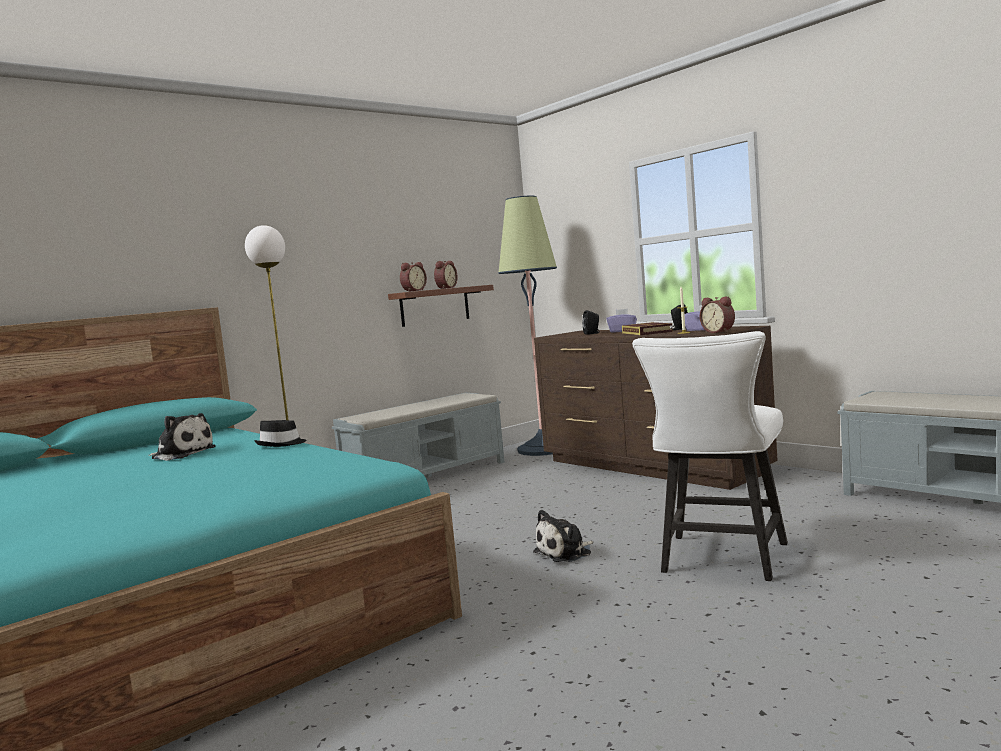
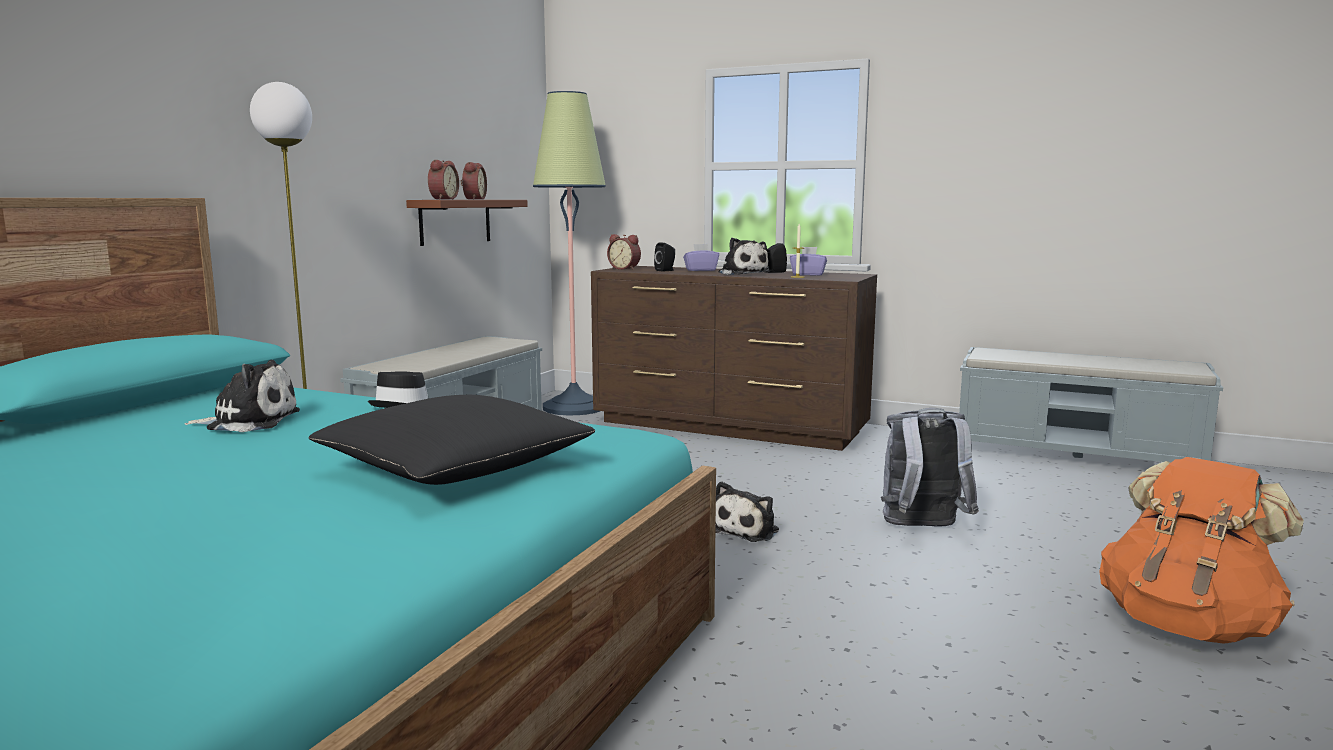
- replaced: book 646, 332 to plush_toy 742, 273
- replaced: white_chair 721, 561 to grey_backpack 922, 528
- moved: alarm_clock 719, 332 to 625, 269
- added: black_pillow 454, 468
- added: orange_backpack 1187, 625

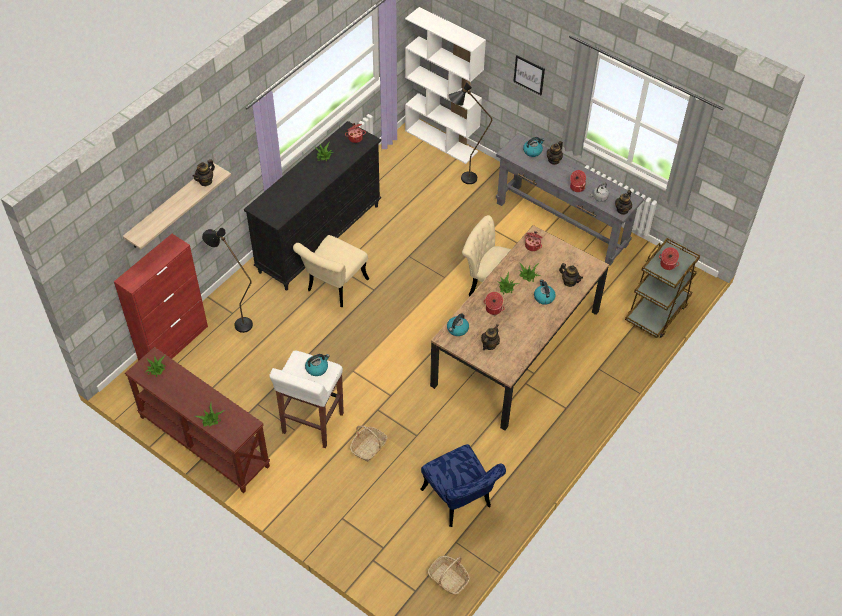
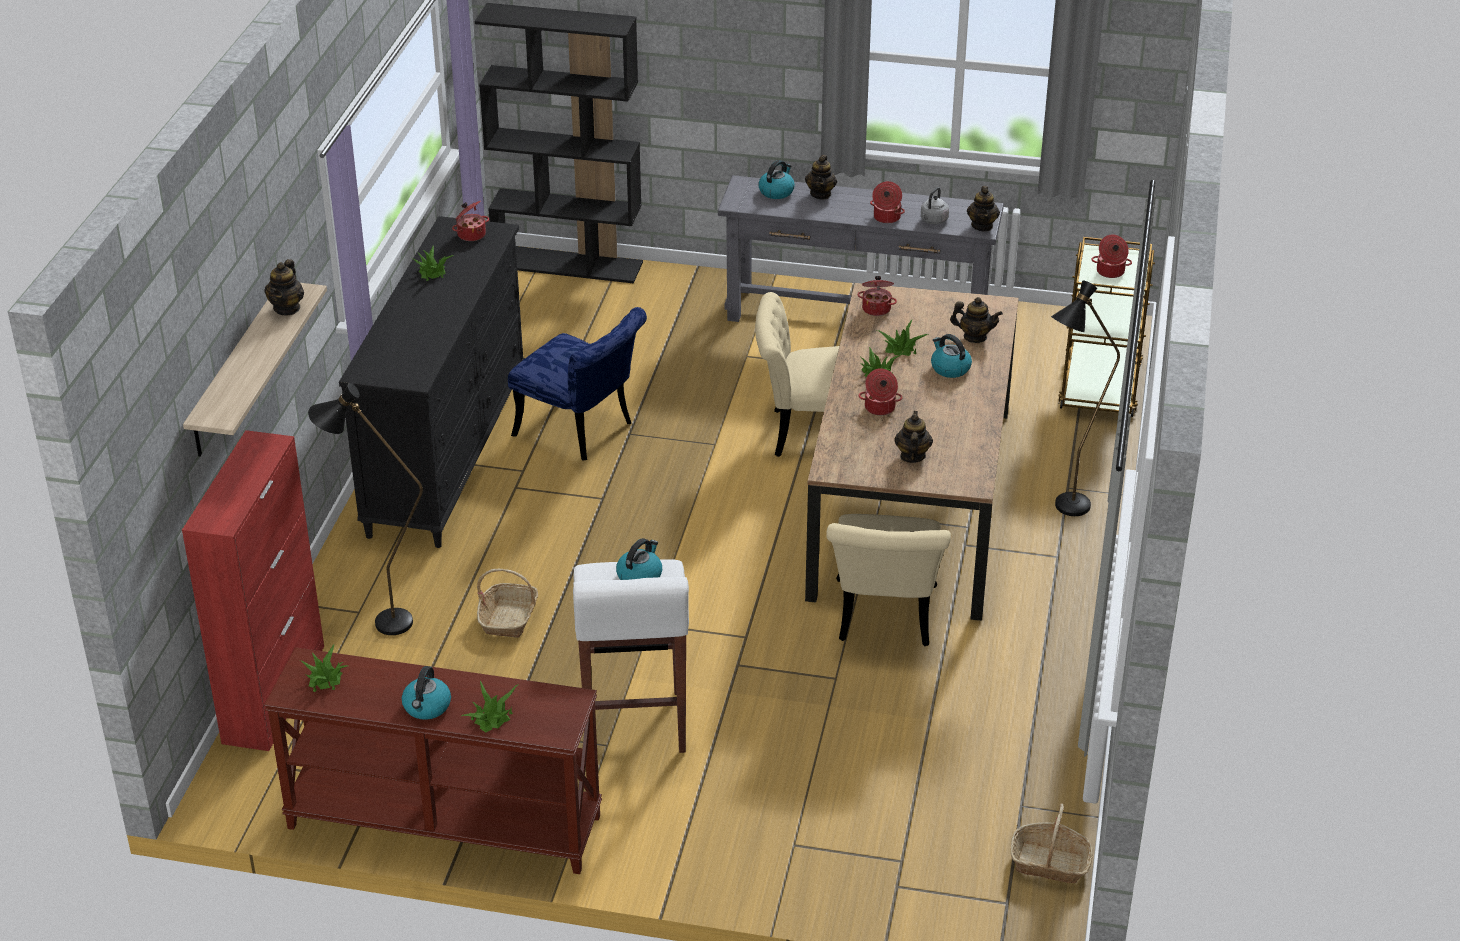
- moved: beige_chair 333, 287 to 884, 620
- moved: basket 369, 447 to 509, 618
- recoloured: white_bookcase 442, 141 to black_bookcase 569, 264
- moved: blue_chair 460, 502 to 582, 432
- moved: kettle 457, 329 to 427, 707
- moved: black_floor_lamp 463, 180 to 1064, 511
- removed: picture 529, 75

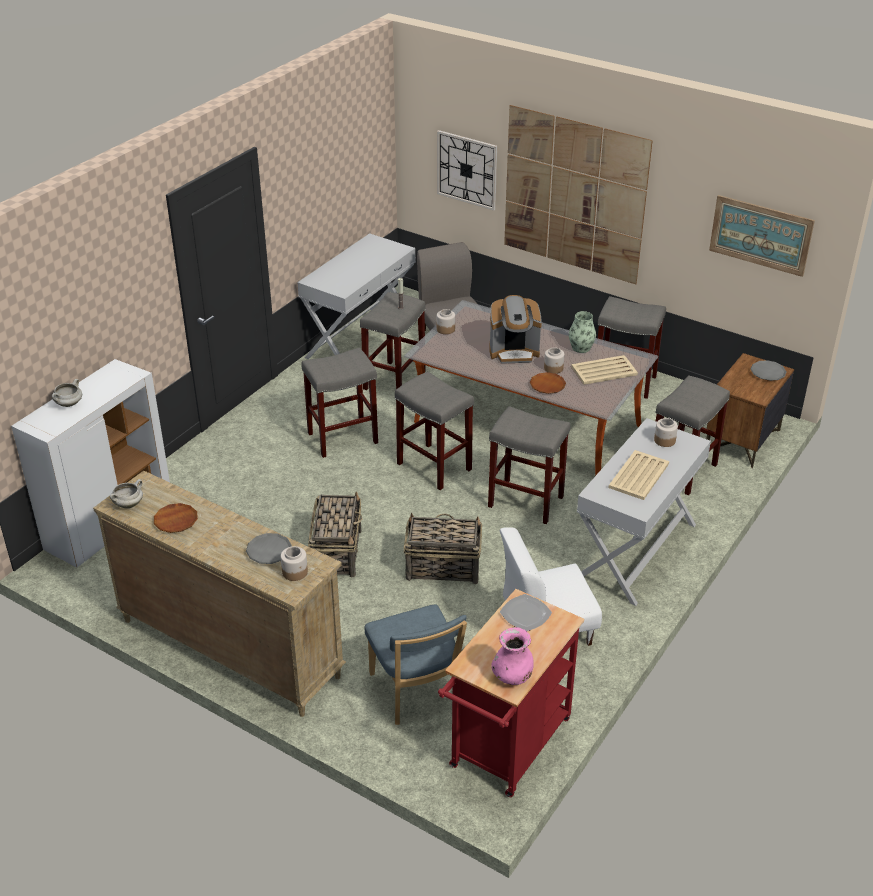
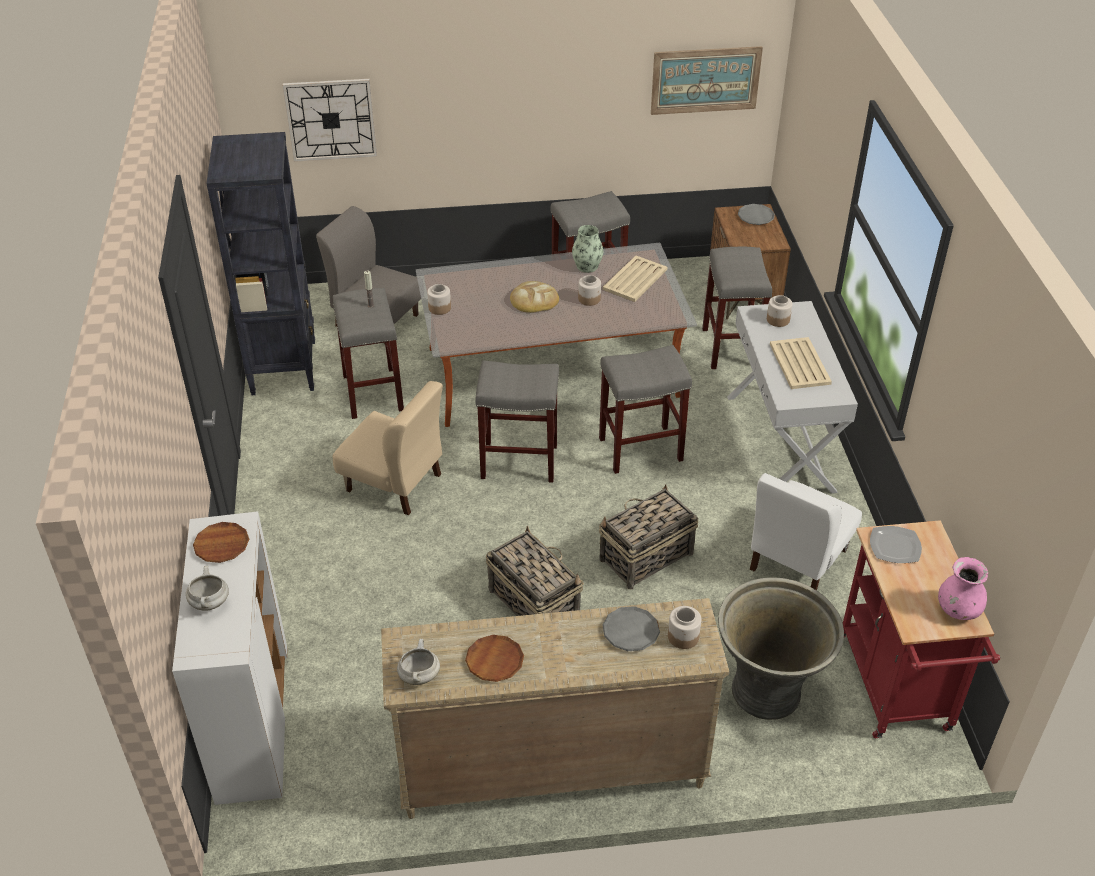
- replaced: white_console_table 360, 340 to black_bookcase 284, 367
- replaced: grey_stool 342, 438 to beige_chair 394, 483
- replaced: blue_chair 416, 693 to grey_planter 768, 692
- replaced: coffee_machine 514, 352 to bread 534, 300
- removed: picture 574, 195
- moved: brown_plate 547, 385 to 222, 545

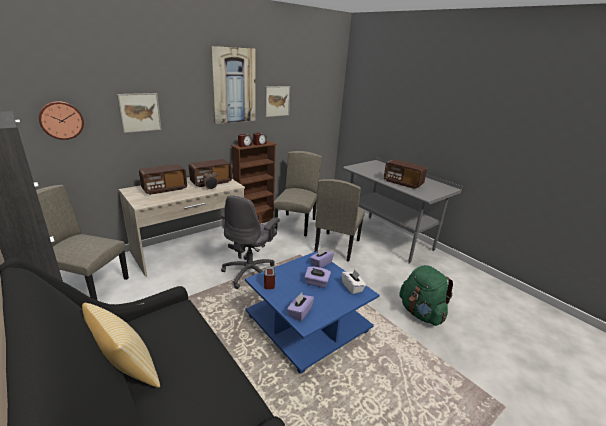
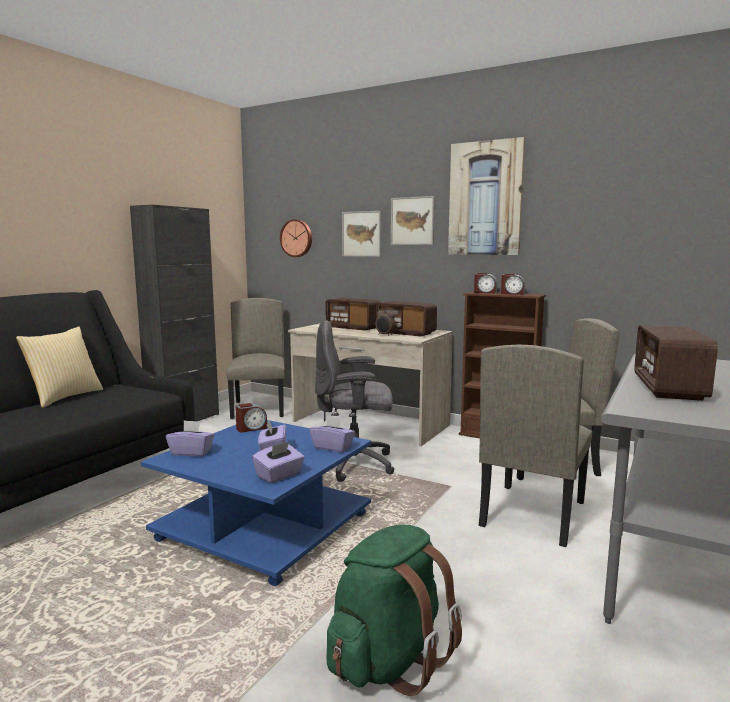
- moved: picture 277, 101 to 412, 221
- turned: beige_chair 336, 246 = 531, 513 60 degrees counterclockwise
- recoloured: white_tissue_box 352, 287 to purple_tissue_box 279, 476

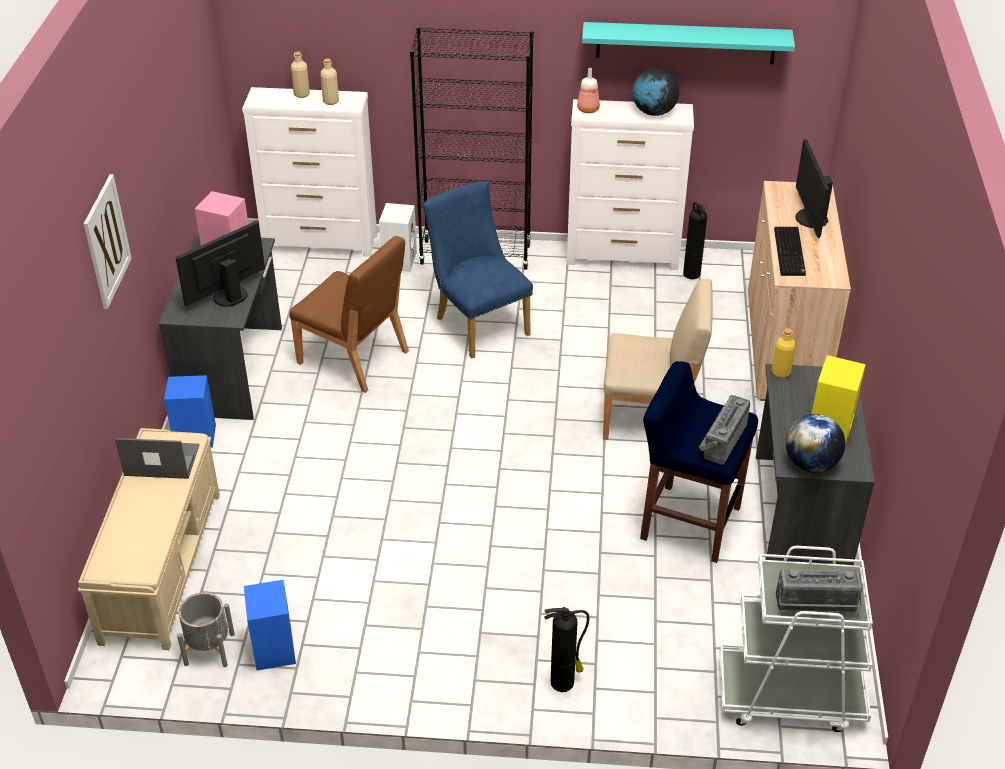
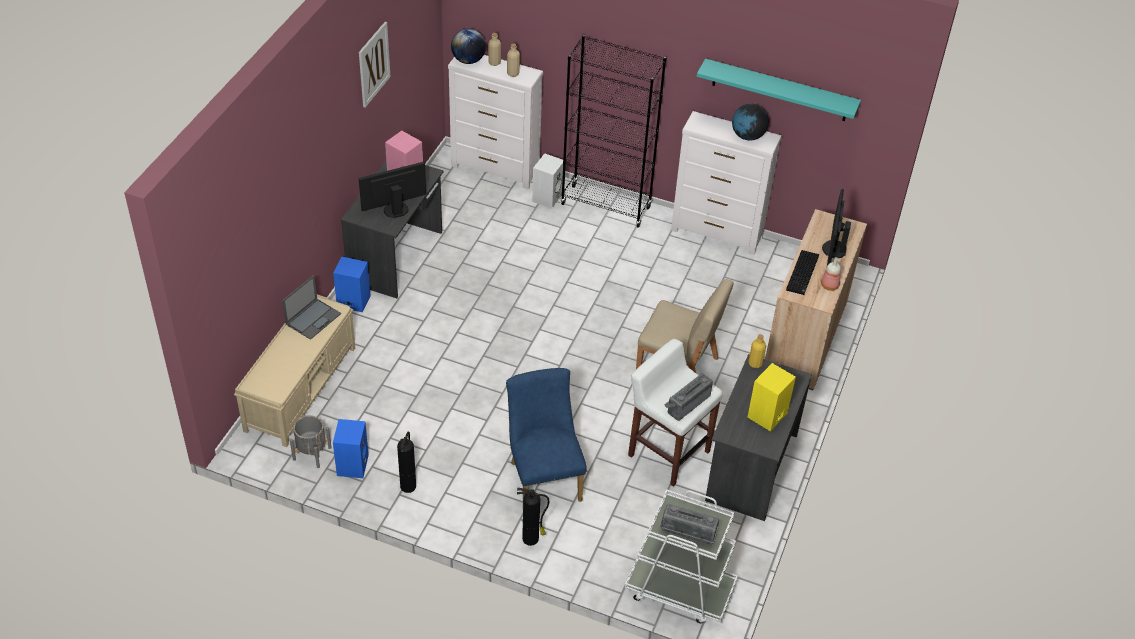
- moved: picture 106, 241 to 373, 64
- turned: laptop 161, 460 = 313, 318 105 degrees clockwise
- removed: brown_chair 354, 358
- moved: blue_chair 478, 323 to 543, 477
- moved: bottle 587, 109 to 829, 285
- recoloured: blue_stool 688, 522 to white_stool 667, 452
- moved: fire_extinguisher 691, 273 to 408, 485
- moved: globe 811, 464 to 468, 60

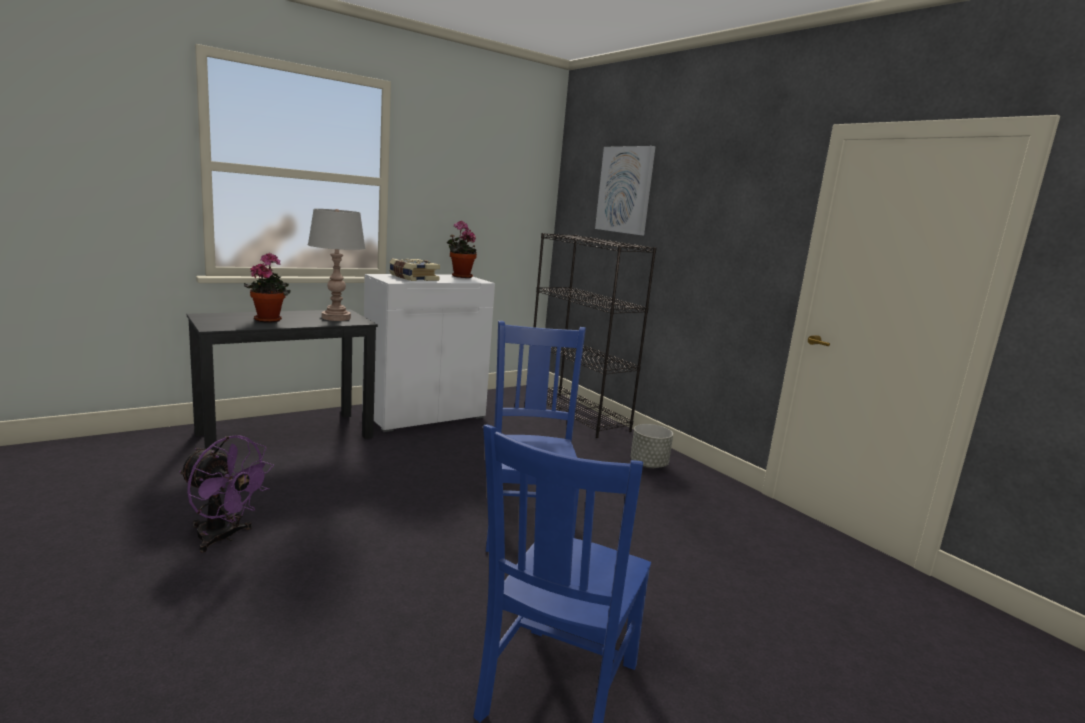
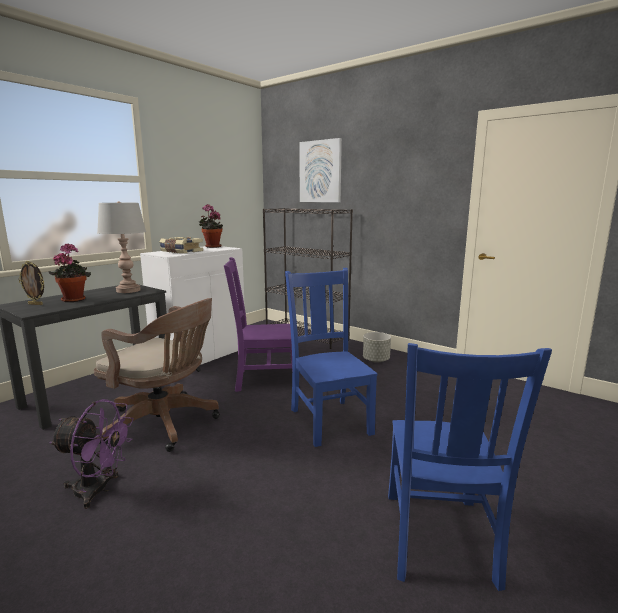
- added: picture_frame 36, 304
- added: brown_office_chair 165, 424
- added: purple_chair 264, 380

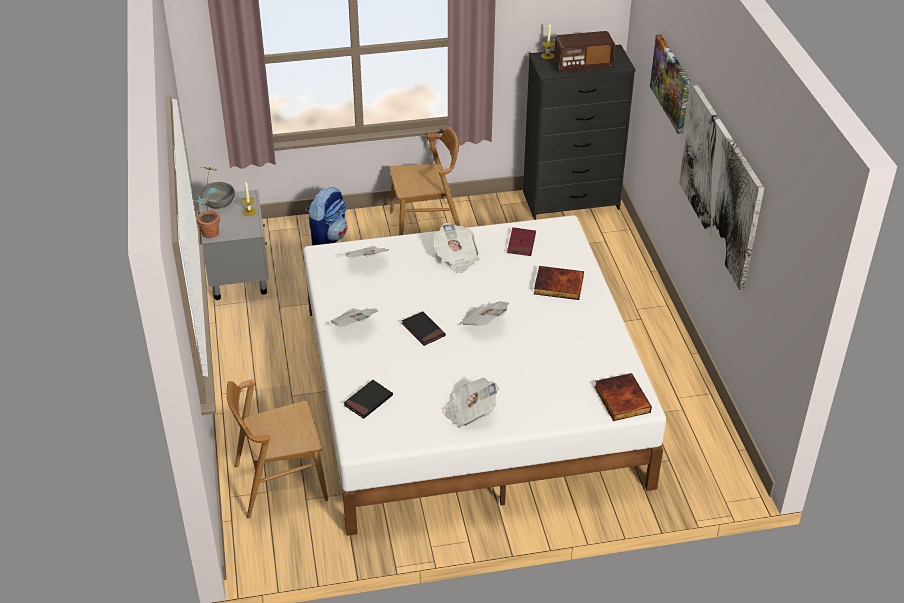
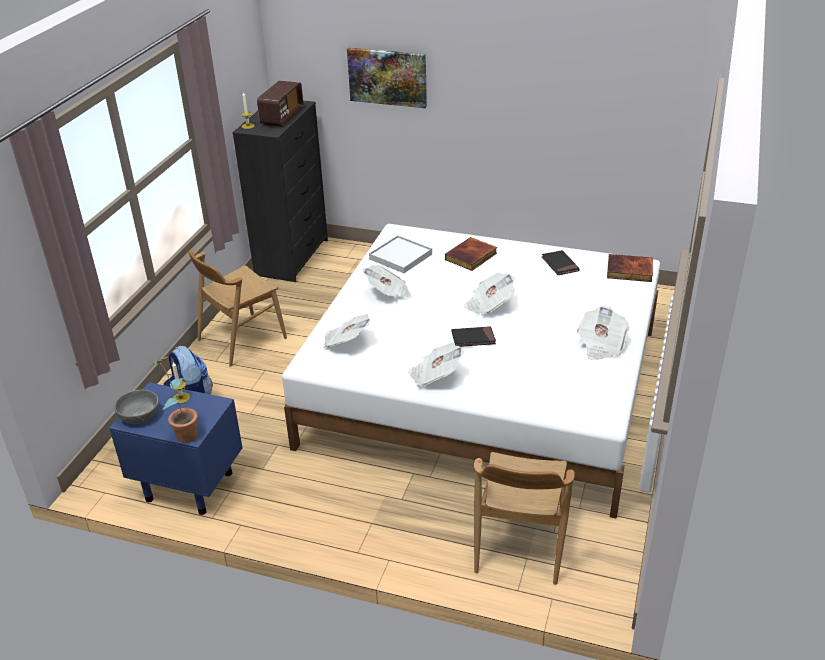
- recoloured: grey_nightstand 239, 279 to blue_nightstand 188, 486
- moved: black_book 368, 401 to 560, 264
- turned: brown_chair 426, 226 = 241, 339 150 degrees counterclockwise
- replaced: red_book 521, 243 to white_tray 400, 257
- removed: picture 720, 185

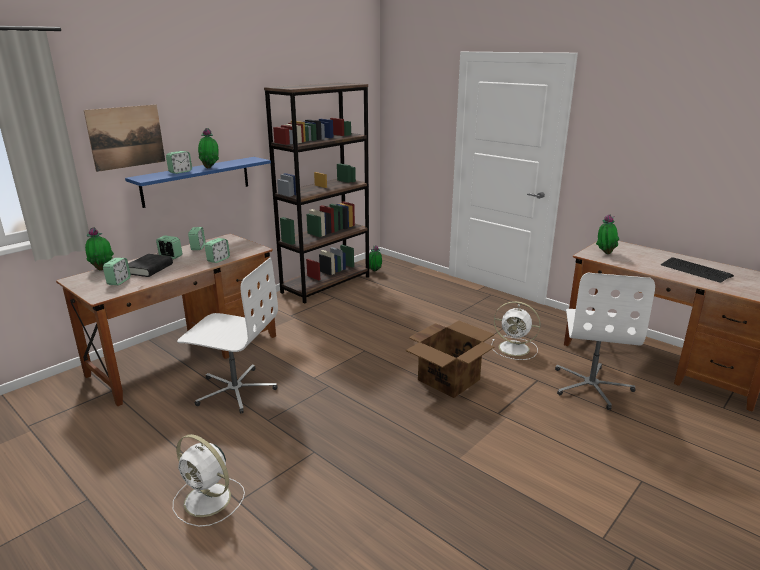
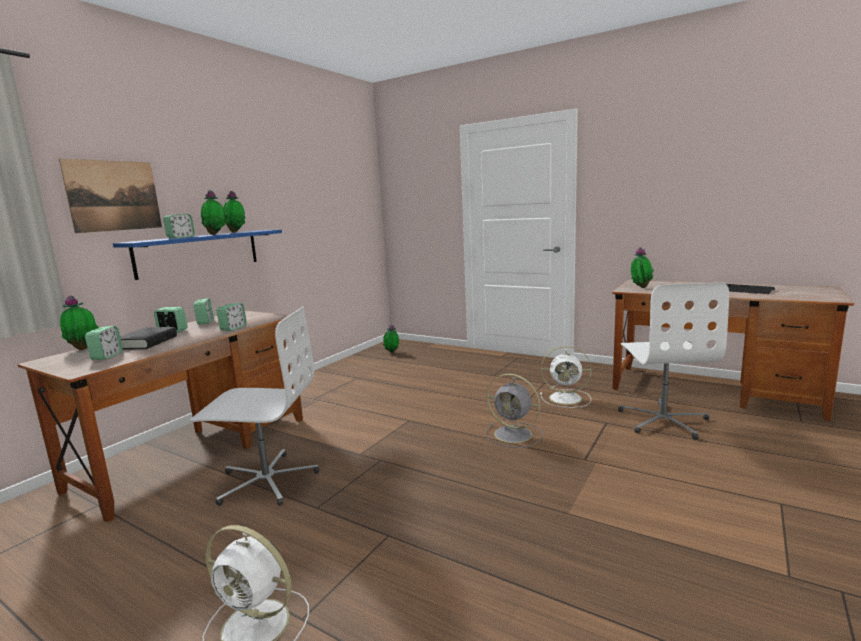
- removed: brown_bookcase 326, 284
- replaced: cardboard_box 449, 379 to grey_fan 514, 435
- added: potted_plant 236, 232

